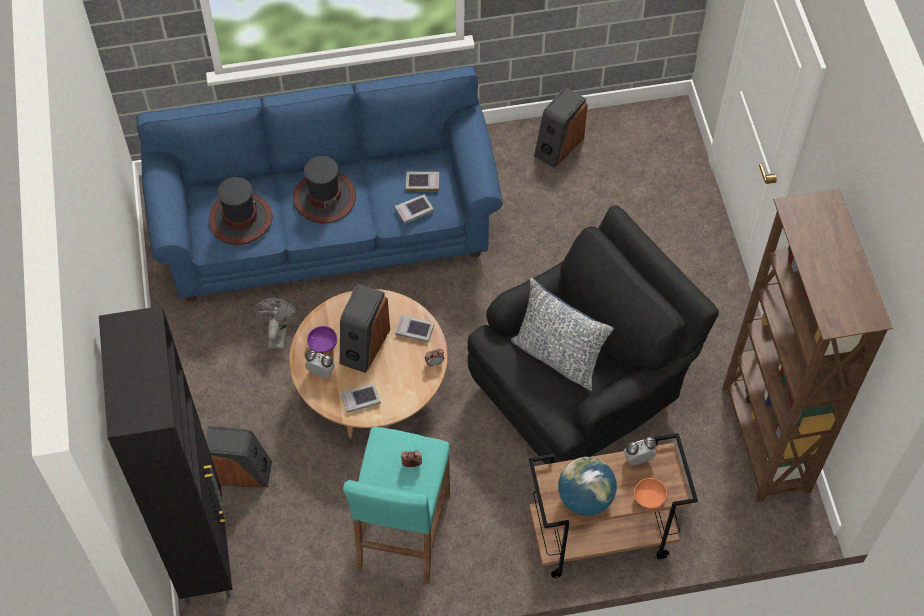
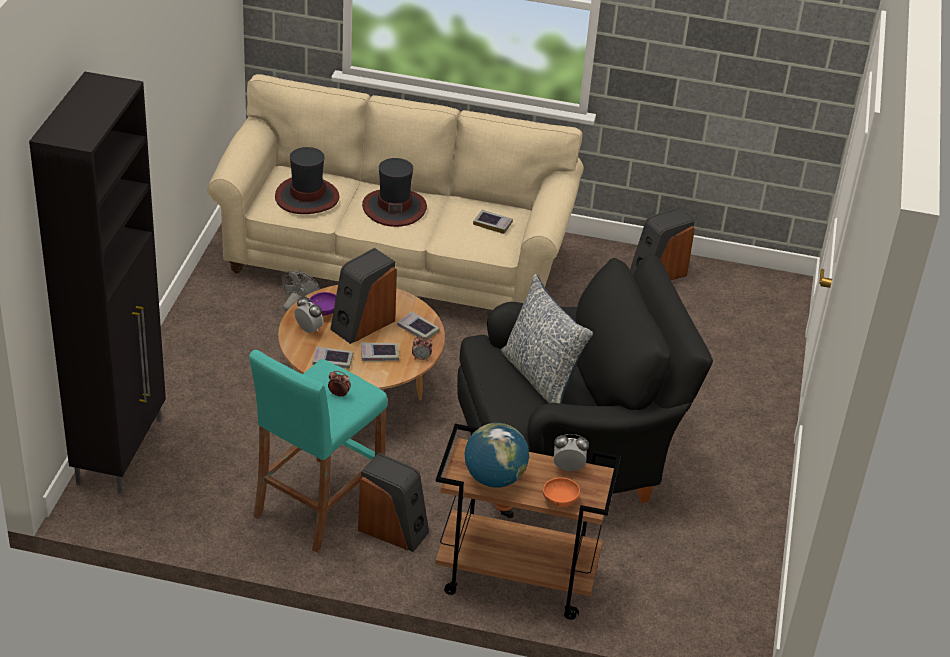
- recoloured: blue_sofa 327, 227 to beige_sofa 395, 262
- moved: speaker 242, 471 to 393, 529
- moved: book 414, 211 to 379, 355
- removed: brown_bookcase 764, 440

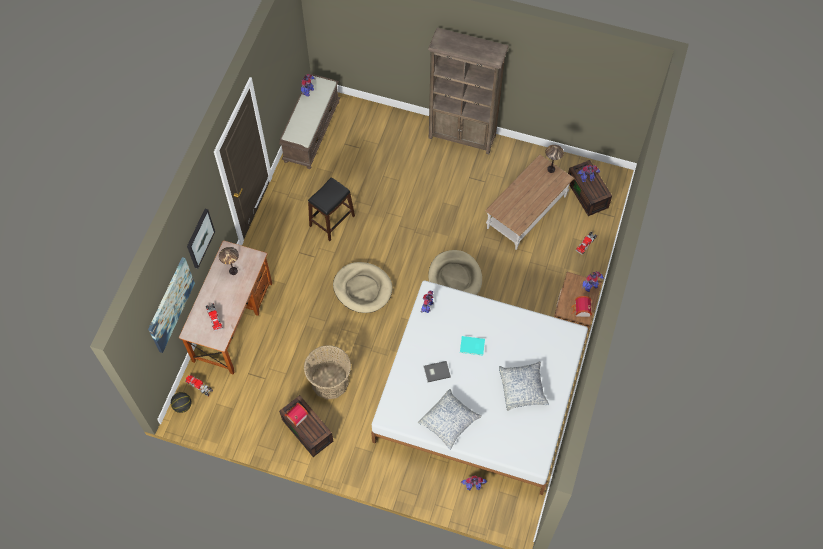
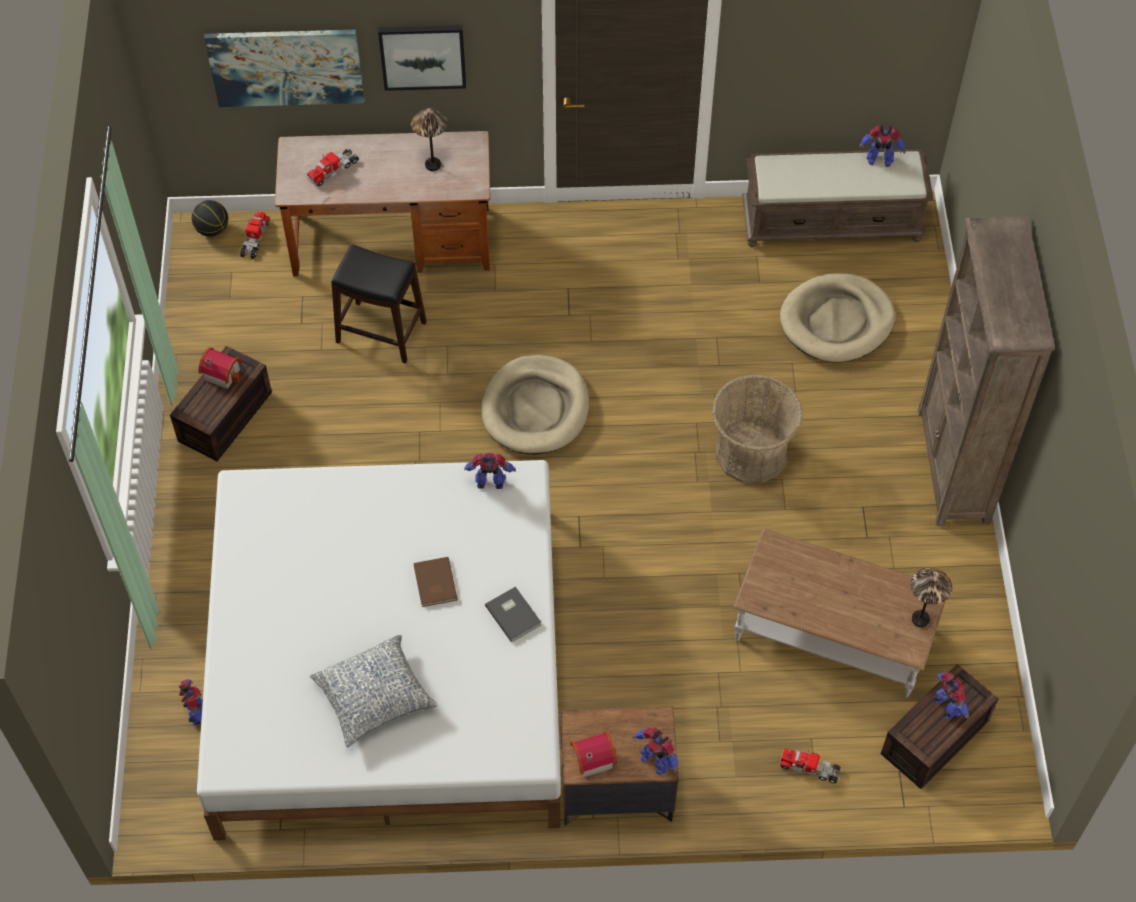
- moved: basket 330, 381 to 751, 453
- moved: black_stool 332, 221 to 381, 333
- removed: pillow 449, 422
- moved: grey_book 436, 371 to 514, 614
- moved: beige_dog_bed 455, 278 to 836, 321
- recoloured: turquoise_book 472, 346 to brown_book 434, 584

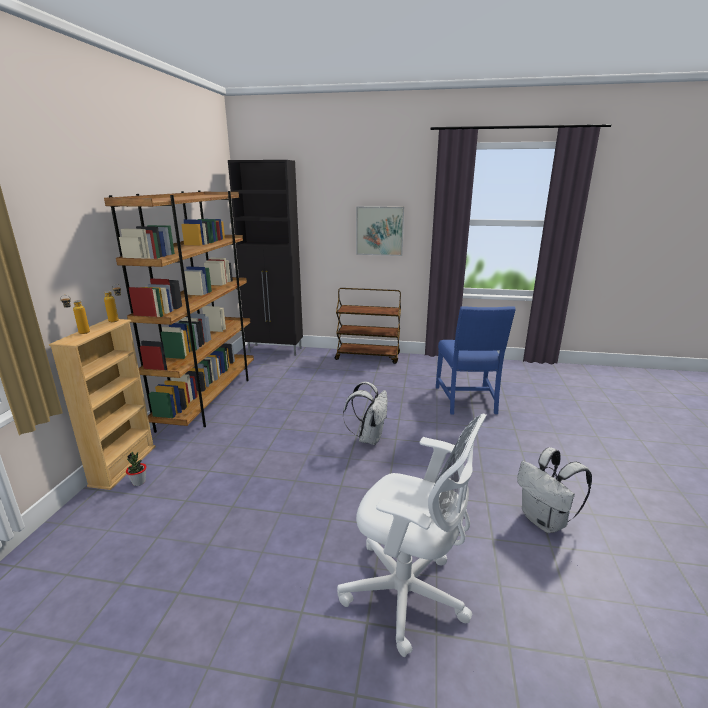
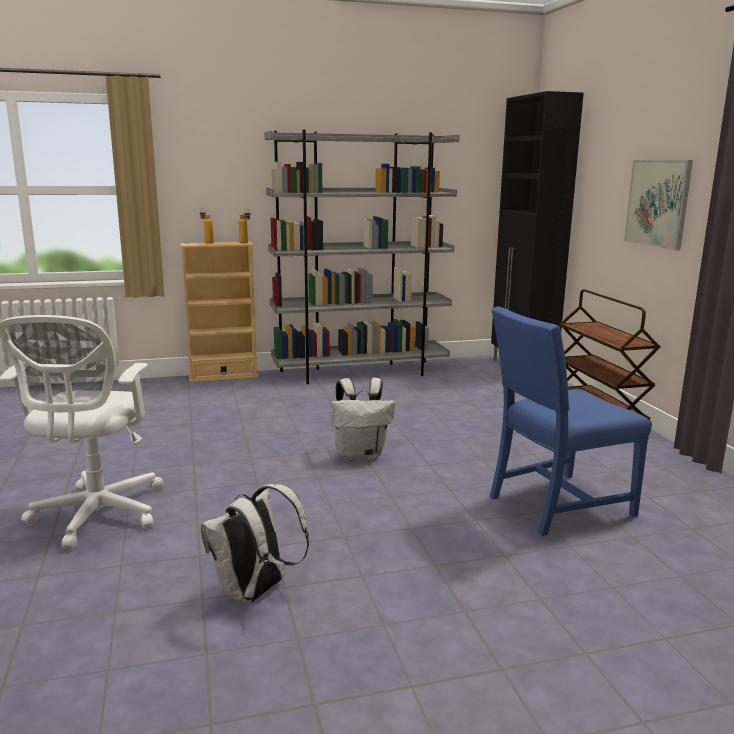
- recoloured: brown_bookcase 210, 399 to grey_bookcase 360, 372
- removed: potted_plant 139, 482

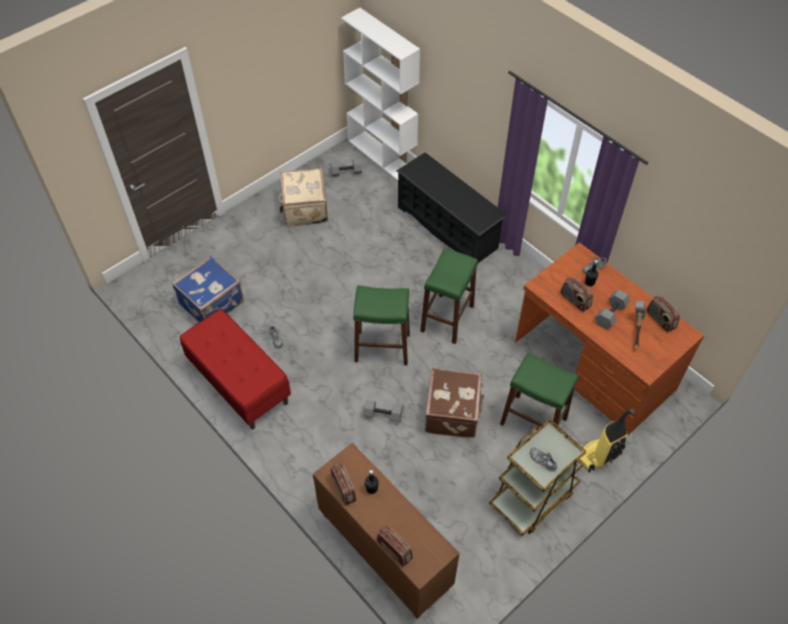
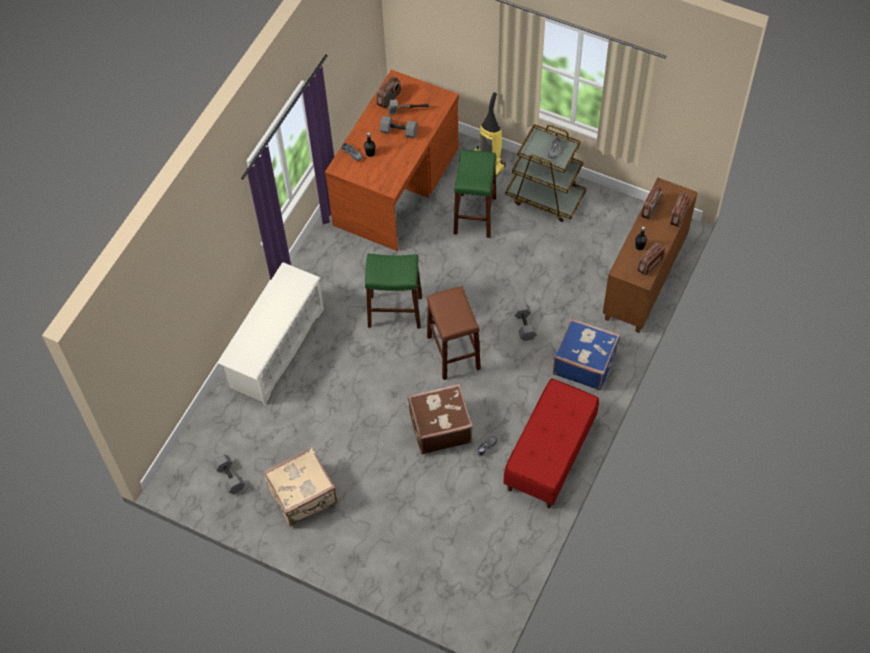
- moved: blue_suitcase 213, 304 to 584, 363
- removed: white_bookcase 382, 156
- recoloured: green_stool 382, 347 to brown_stool 453, 352
- recoloured: black_shoe_rack 448, 228 to white_shoe_rack 277, 348
- moved: brown_suitcase 453, 412 to 439, 427
- moved: radio 575, 300 to 651, 208

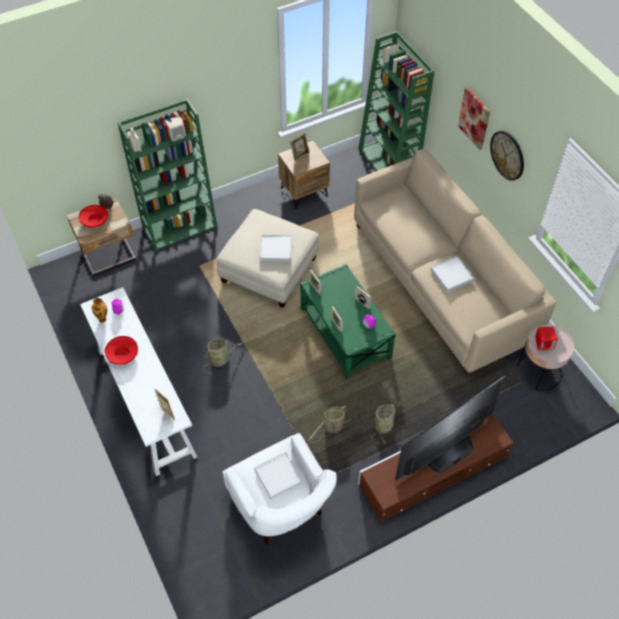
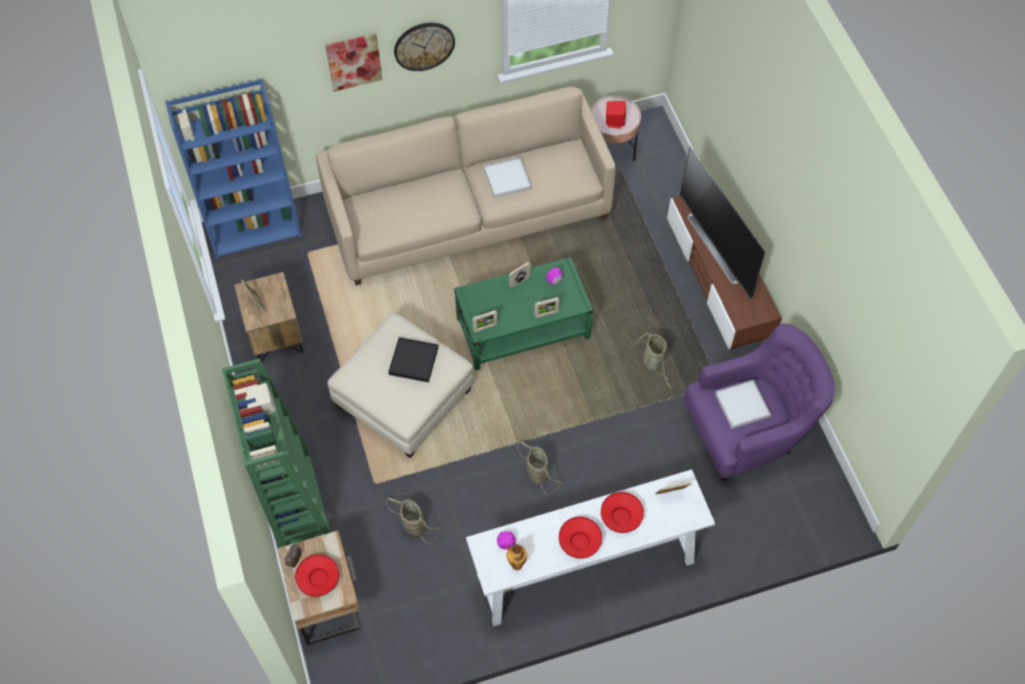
- recoloured: white_armchair 281, 508 to purple_armchair 748, 431
- recoloured: white_tray 276, 249 to black_tray 413, 361
- recoloured: green_bookcase 389, 164 to blue_bookcase 255, 228
- moved: basket 384, 425 to 412, 525
- added: red_bowl 621, 517

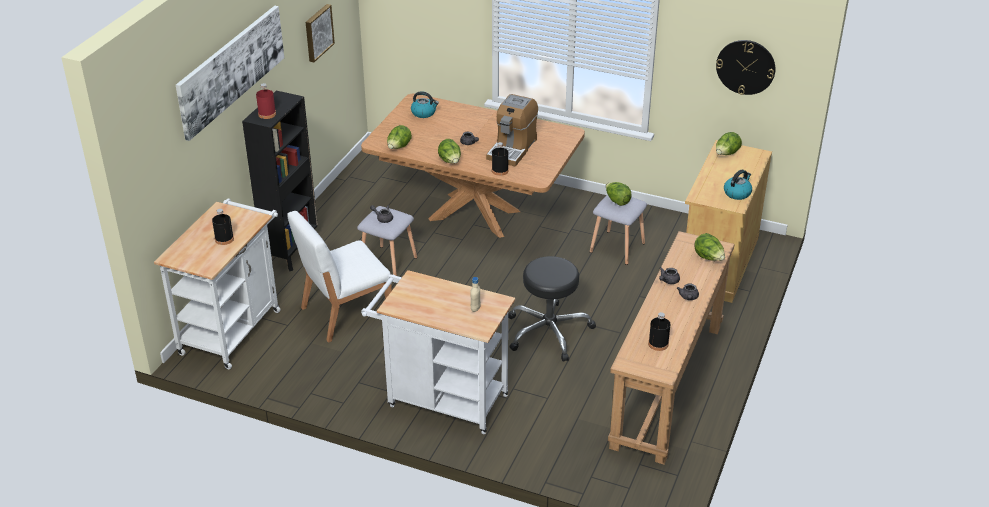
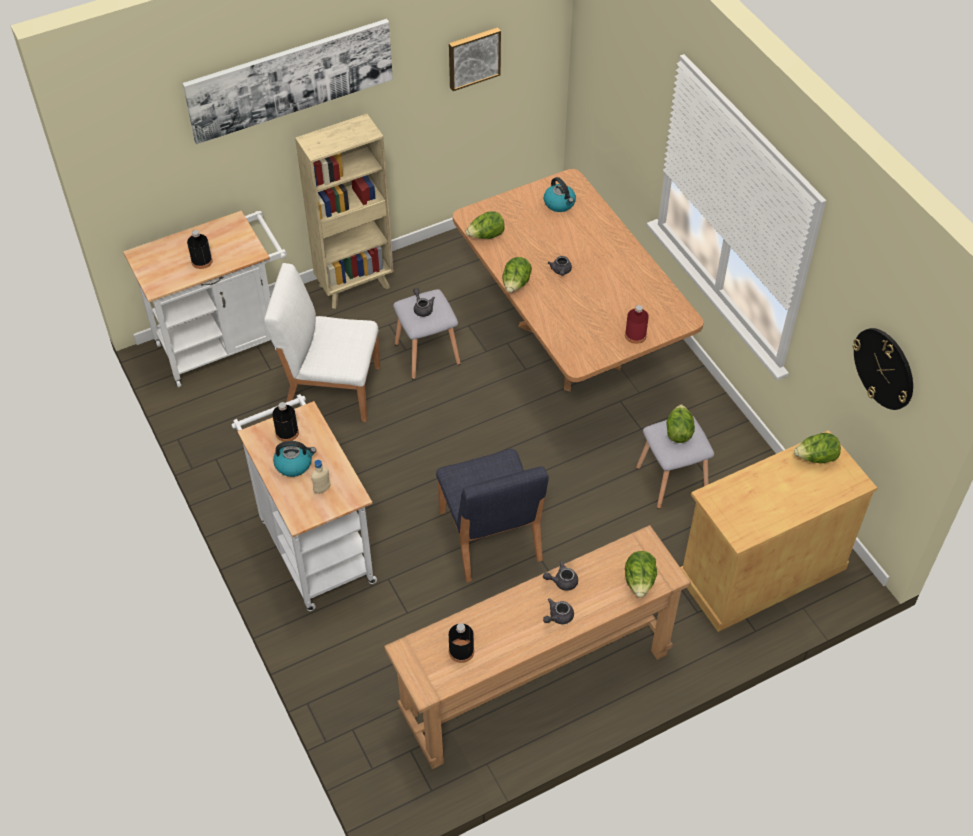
- recoloured: black_bookcase 291, 252 to beige_bookcase 355, 286
- moved: red_bottle 267, 114 to 635, 335
- removed: coffee_machine 512, 148
- moved: black_bottle 500, 171 to 287, 432
- replaced: black_stool 548, 332 to blue_chair 490, 537
- moved: kettle 737, 193 to 294, 464

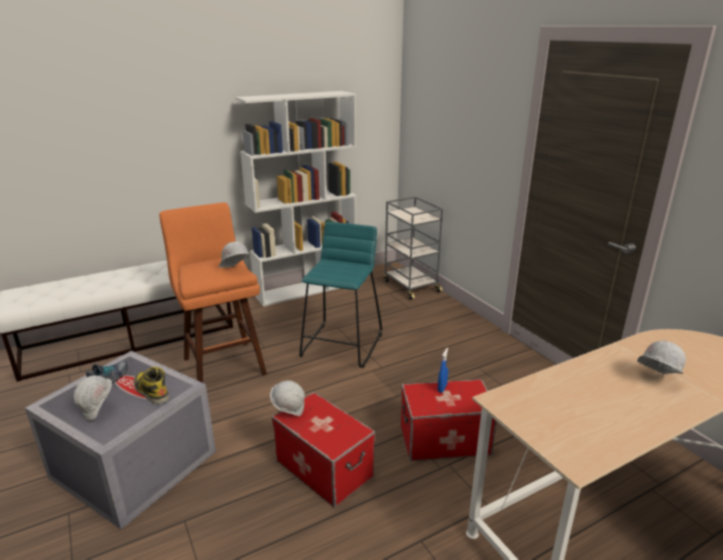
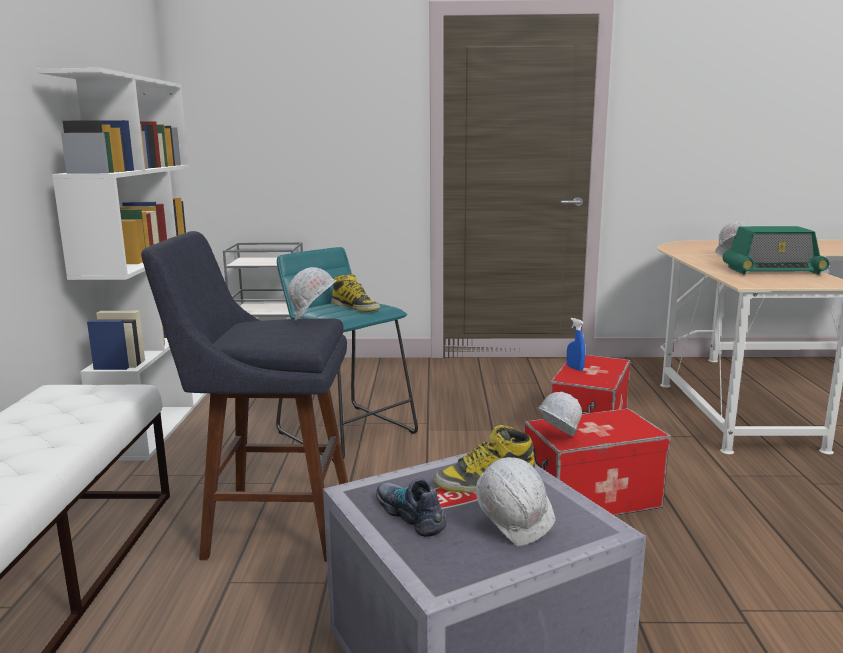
- recoloured: orange_stool 222, 363 to blue_stool 269, 524
- added: boot 356, 307
- added: radio 772, 271

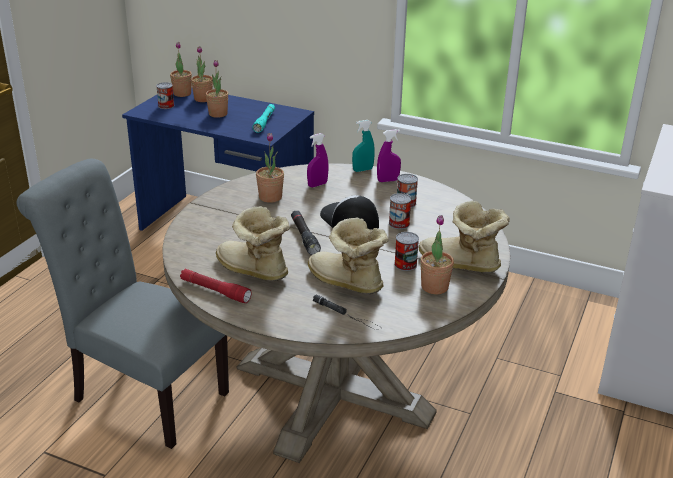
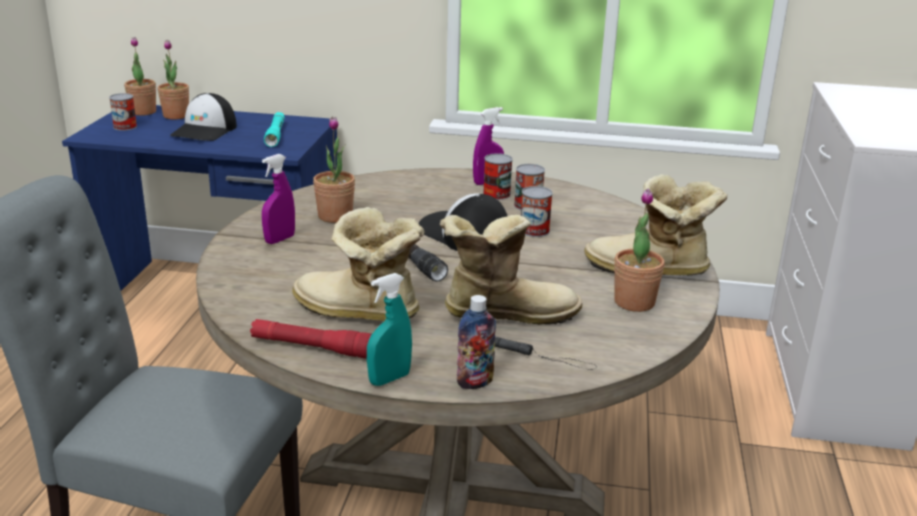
- replaced: potted_plant 218, 114 to cap 205, 131
- moved: purple_spray_bottle 317, 185 to 279, 239
- turned: boot 345, 283 = 506, 312 150 degrees clockwise
- moved: turquoise_spray_bottle 362, 170 to 389, 379
- moved: can 405, 264 to 496, 194
- added: bottle 475, 382

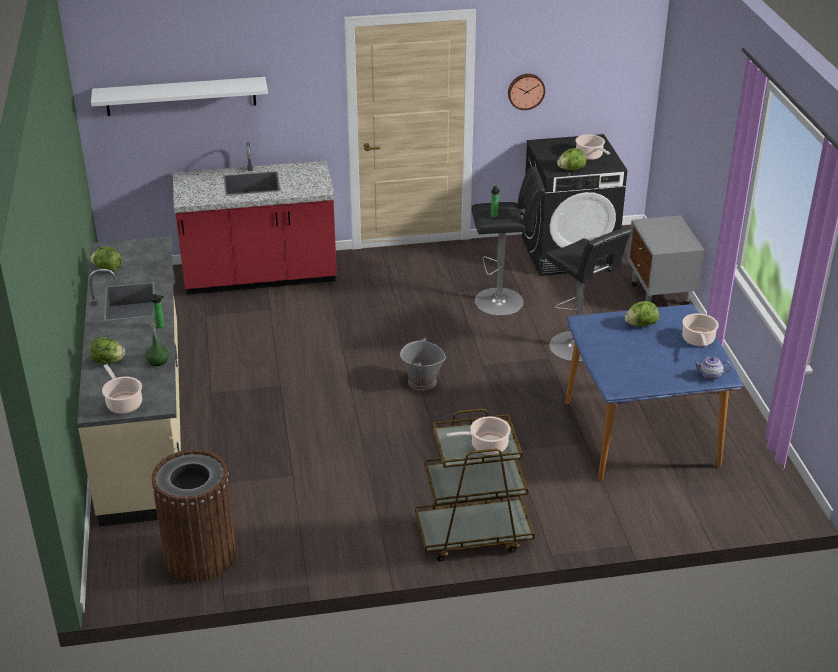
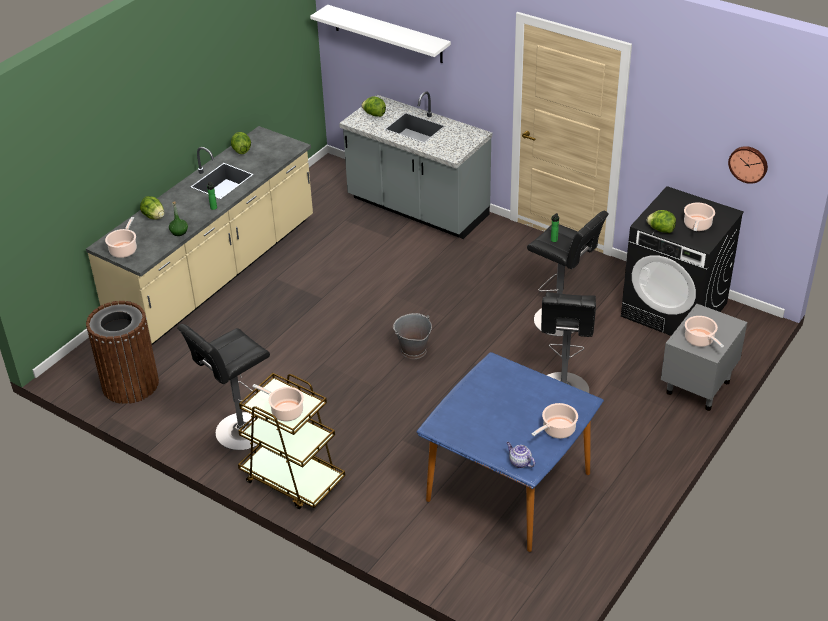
- recoloured: red_counter 260, 277 to grey_counter 417, 209
- moved: wall_clock 526, 91 to 748, 163
- moved: lettuce 640, 324 to 374, 114
- added: black_stool 238, 433
- added: cooking_pot 700, 340

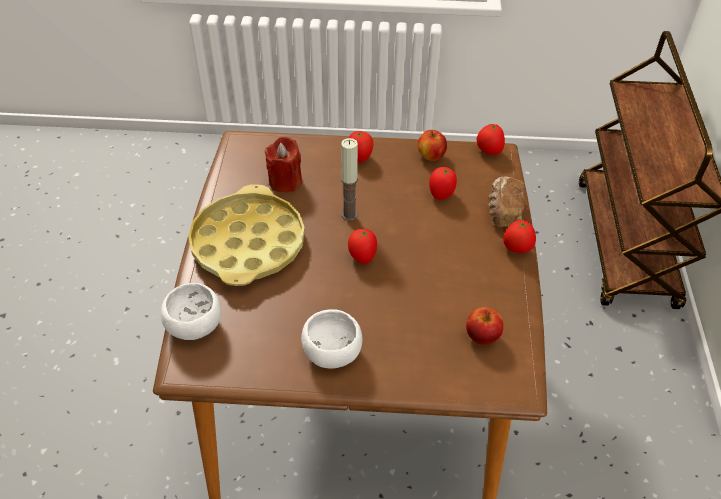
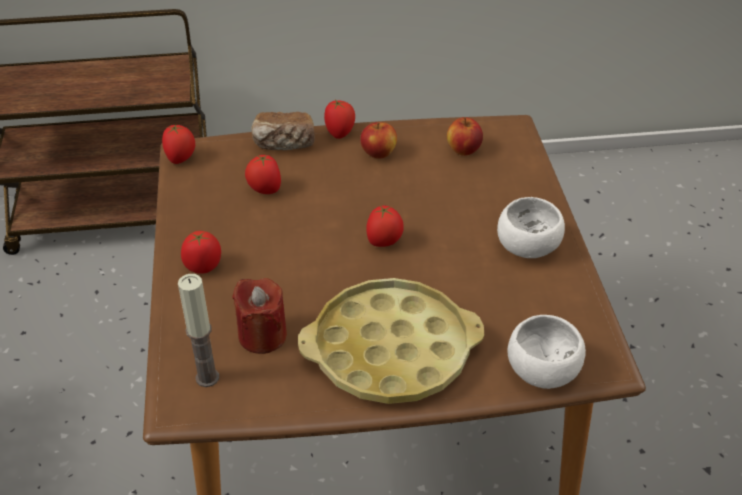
- moved: candle 349, 215 to 207, 377
- moved: apple 431, 156 to 378, 153

